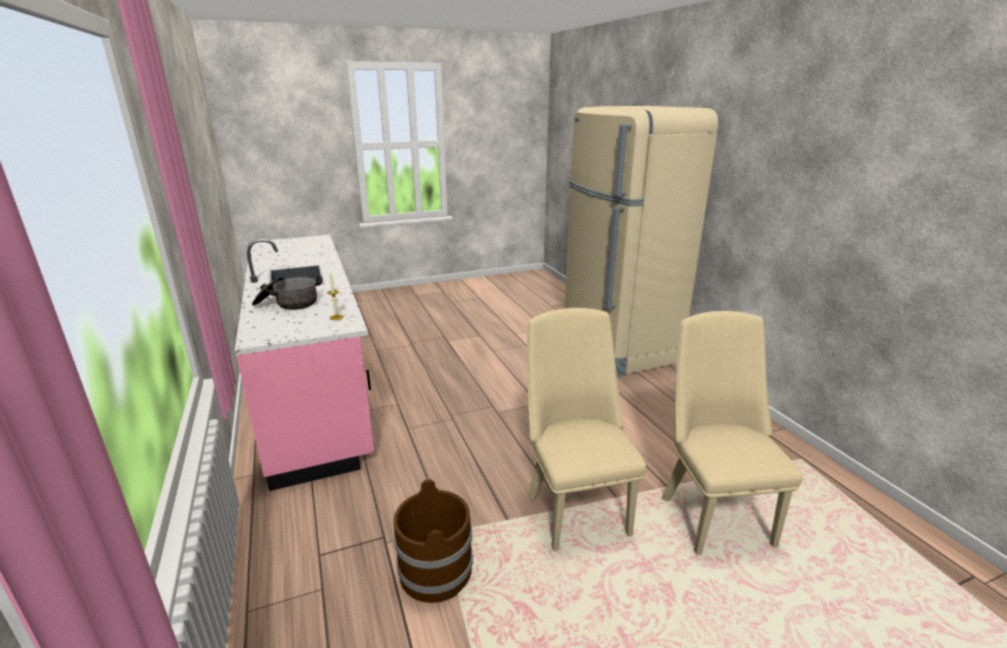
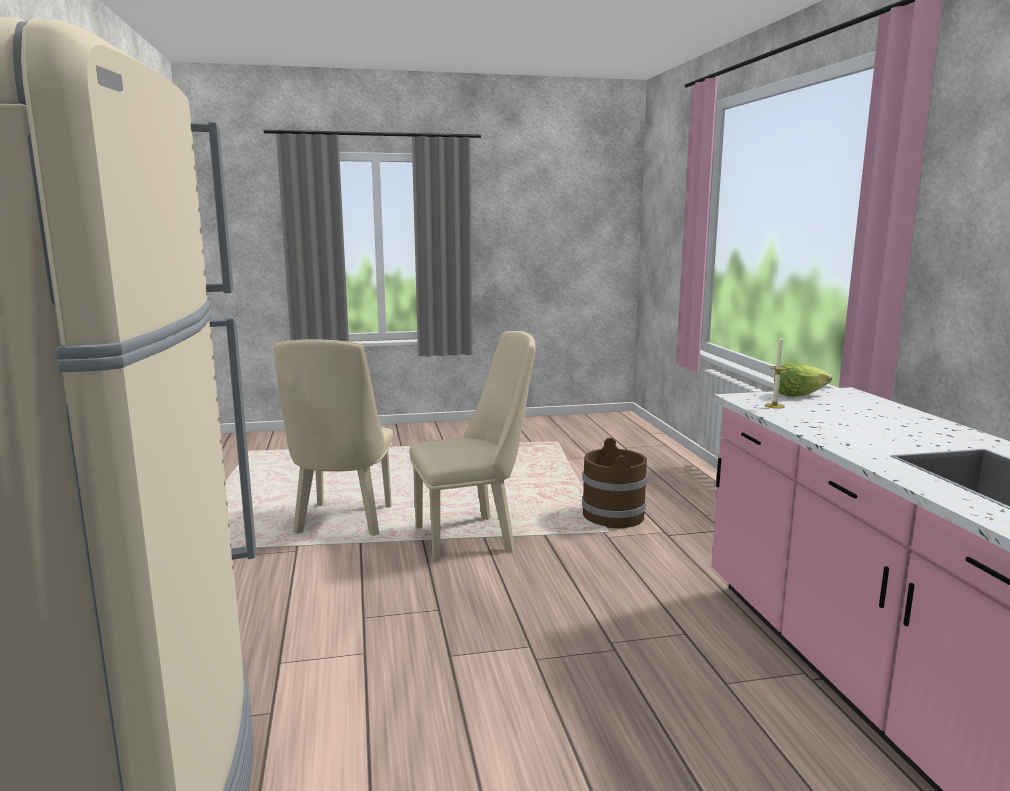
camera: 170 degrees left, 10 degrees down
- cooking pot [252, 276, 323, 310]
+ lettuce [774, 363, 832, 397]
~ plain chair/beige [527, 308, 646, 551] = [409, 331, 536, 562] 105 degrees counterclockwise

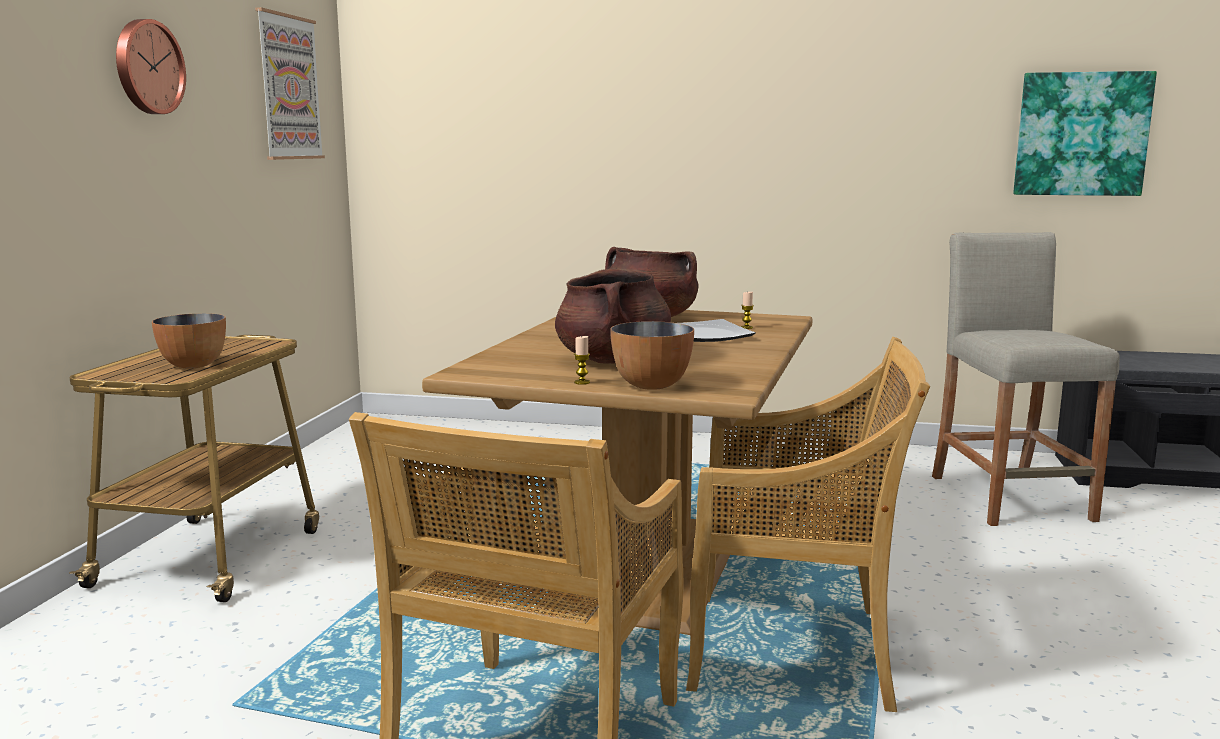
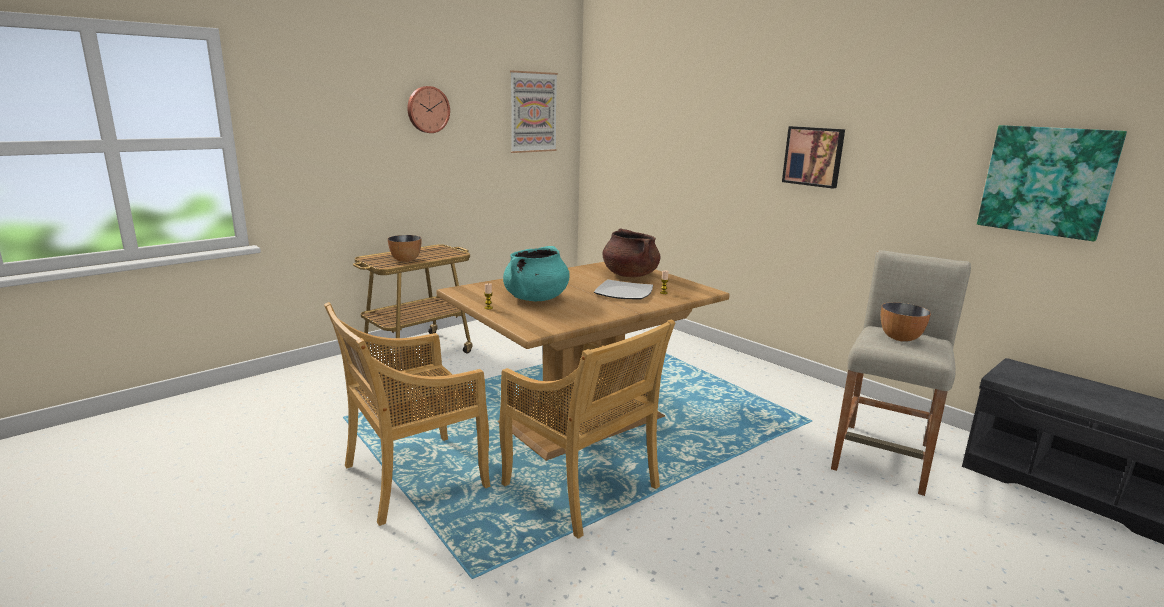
camera: 35 degrees right, 5 degrees up
+ wall art [782, 126, 845, 189]
~ deep dish [610, 321, 694, 390] to [881, 302, 931, 342]
~ cooking pot/brownish [555, 269, 671, 363] to cooking pot/turquoise-coloured [503, 246, 570, 301]

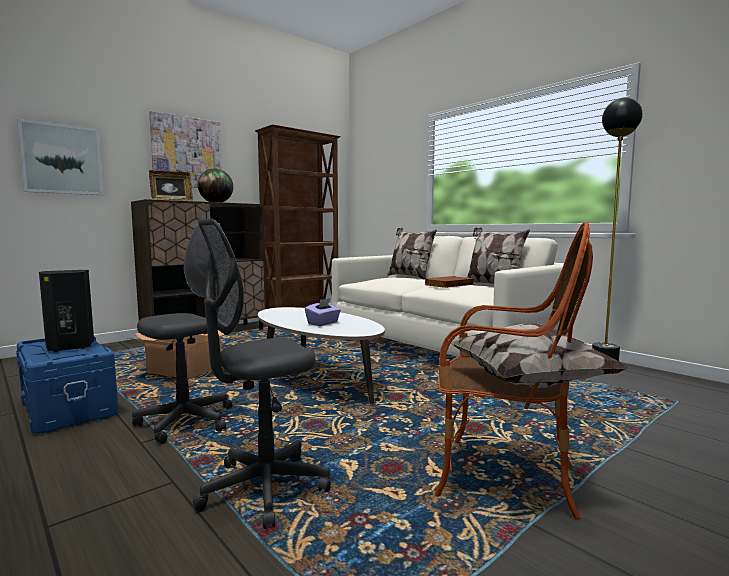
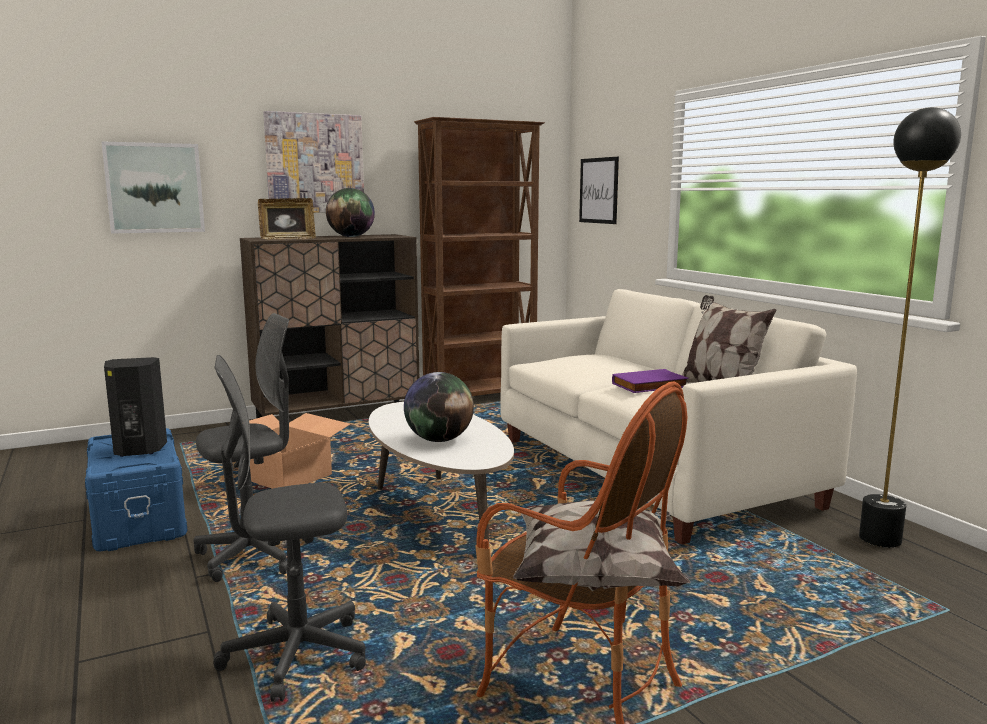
camera: 15 degrees right, 5 degrees up
- pillow [387, 228, 437, 280]
+ wall art [579, 157, 619, 224]
~ box of tissues/purple-coloured [305, 298, 341, 326] to desk globe [404, 372, 474, 442]
~ volume/brownish [425, 276, 475, 288] to volume/purple-coloured [612, 369, 689, 393]

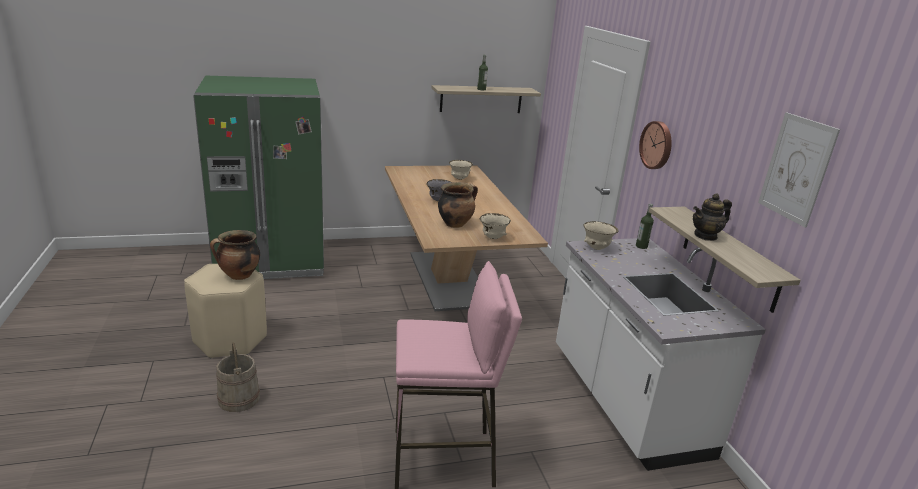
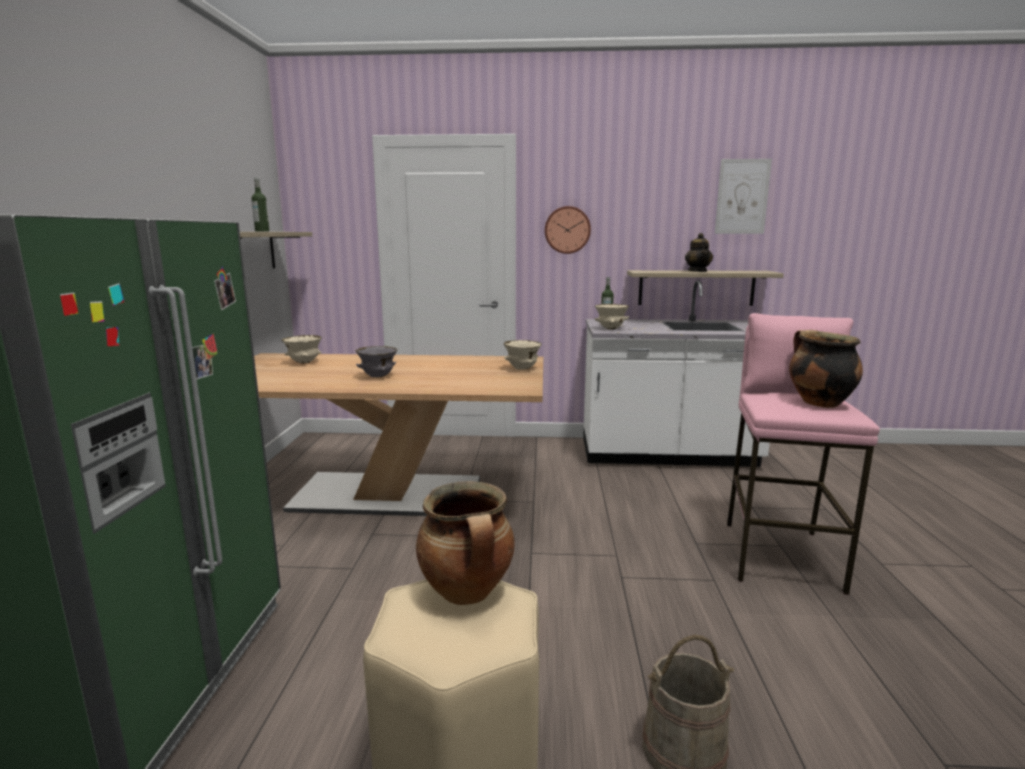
camera: 70 degrees left, 10 degrees down
~ cooking pot [438, 182, 478, 228] to [789, 330, 863, 408]

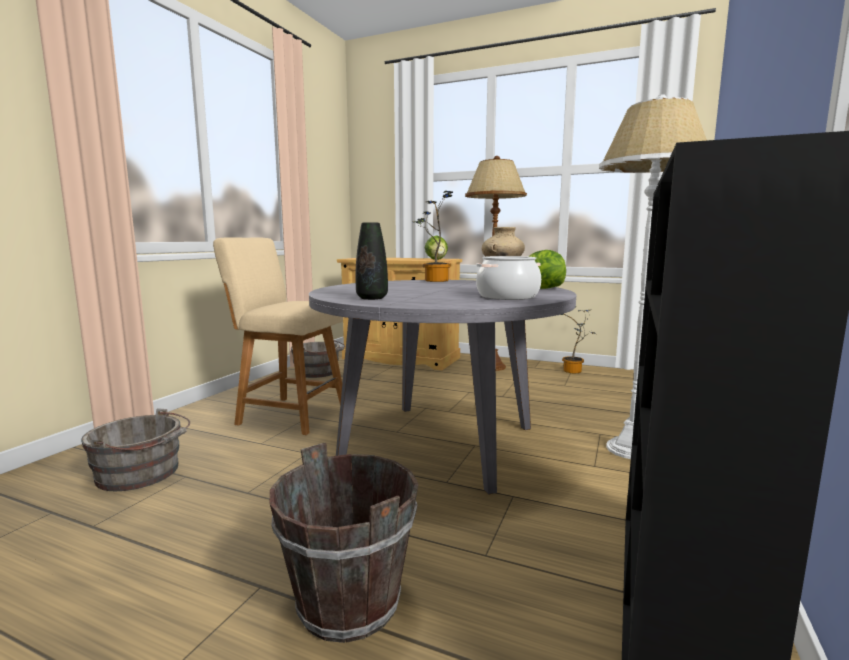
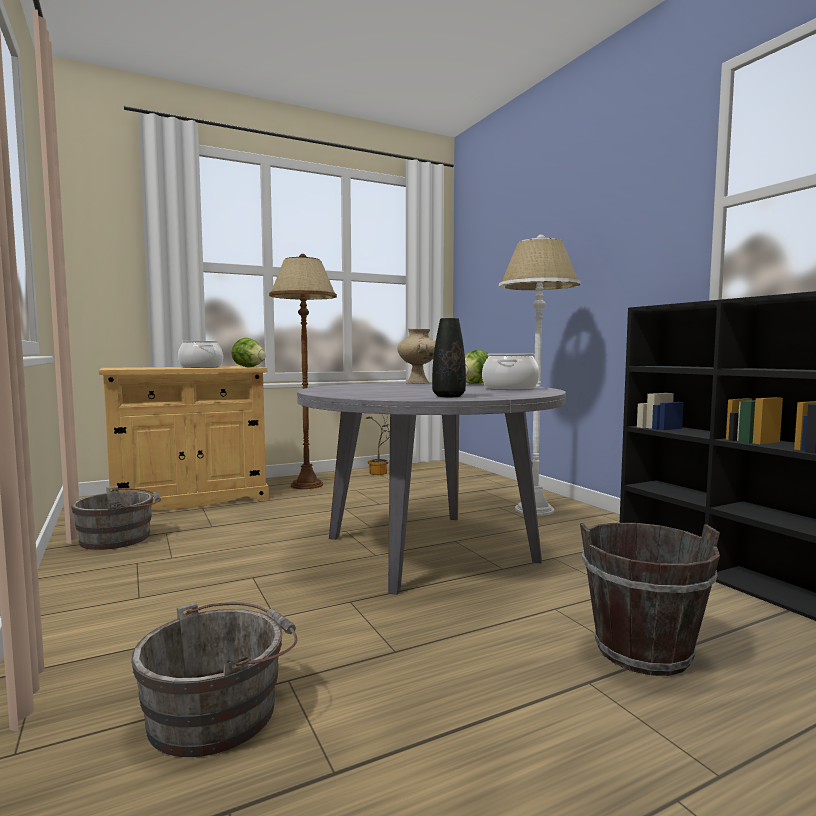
camera: 50 degrees left, 5 degrees down
- plain chair/beige [213, 237, 343, 435]
- potted plant [413, 191, 453, 282]
+ cooking pot [178, 341, 223, 368]

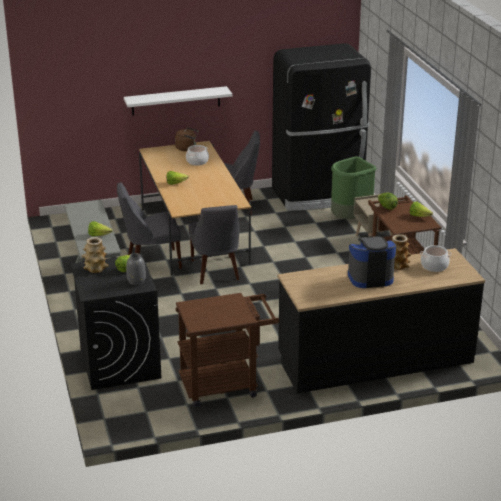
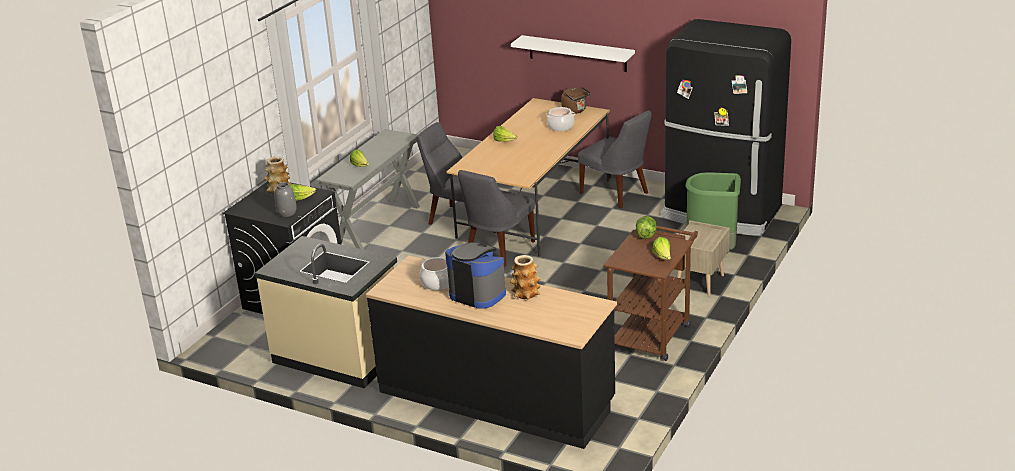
camera: 45 degrees right, 0 degrees up
~ cooking pot [420, 245, 451, 272] to [419, 257, 449, 290]
~ cart/brownish [175, 293, 280, 407] to kitchen base unit/beige [255, 236, 397, 389]

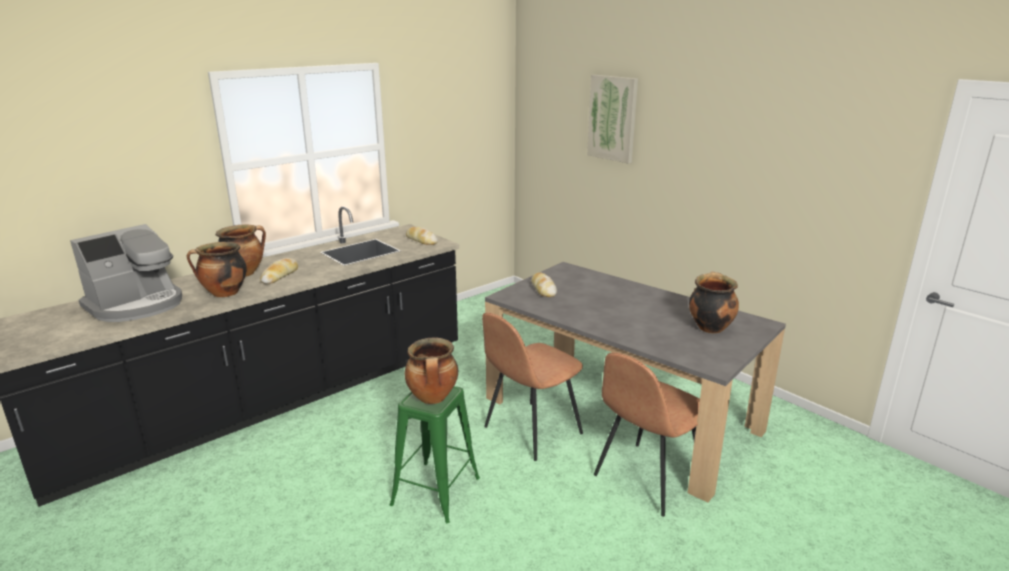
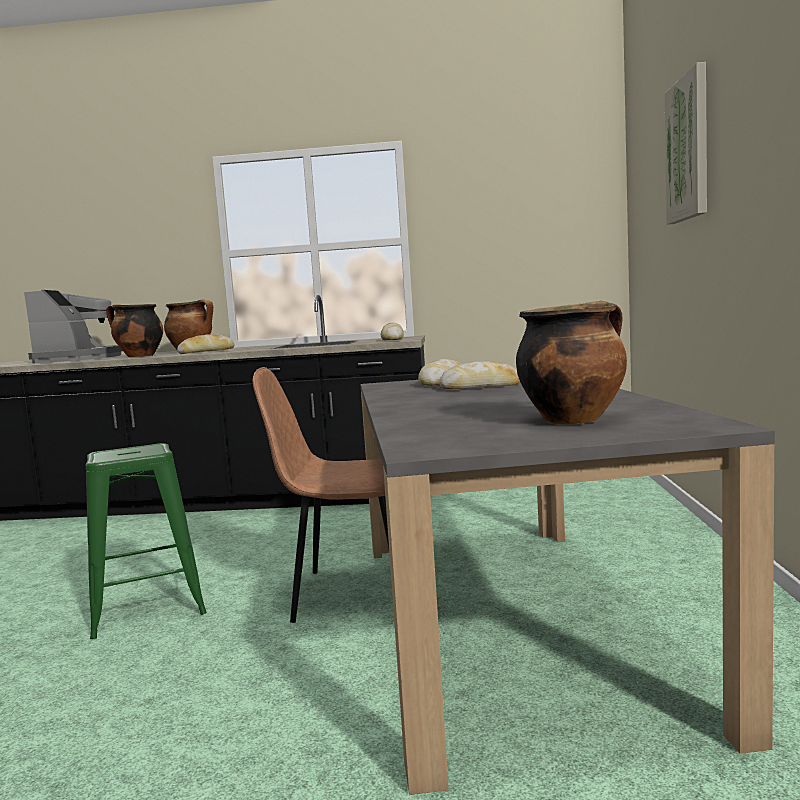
camera: 45 degrees right, 15 degrees down
- cooking pot [405, 338, 458, 404]
- plain chair/brownish [594, 352, 700, 517]
+ bread [439, 361, 520, 389]
~ coffee brewer [70, 224, 182, 322] = [24, 290, 122, 363] 90 degrees counterclockwise

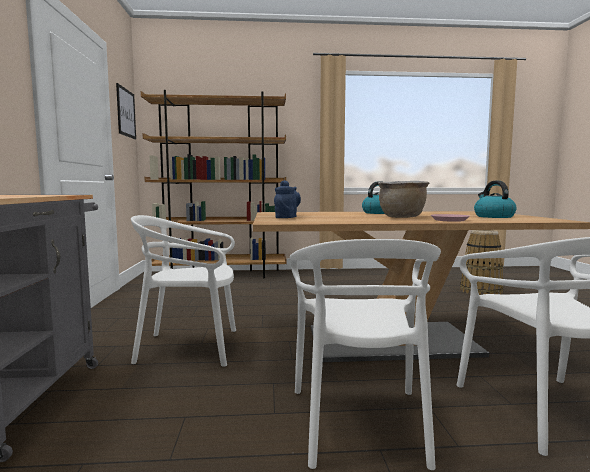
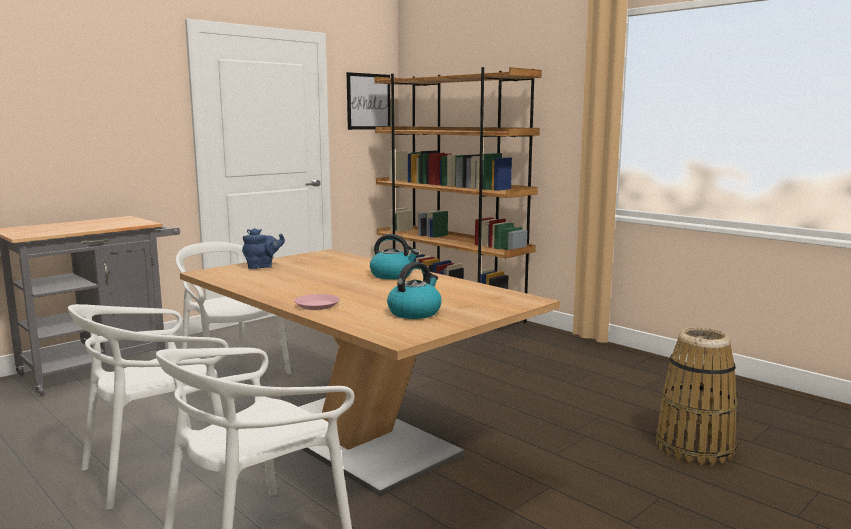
camera: 50 degrees right, 5 degrees up
- cooking pot/brownish [378, 181, 429, 218]

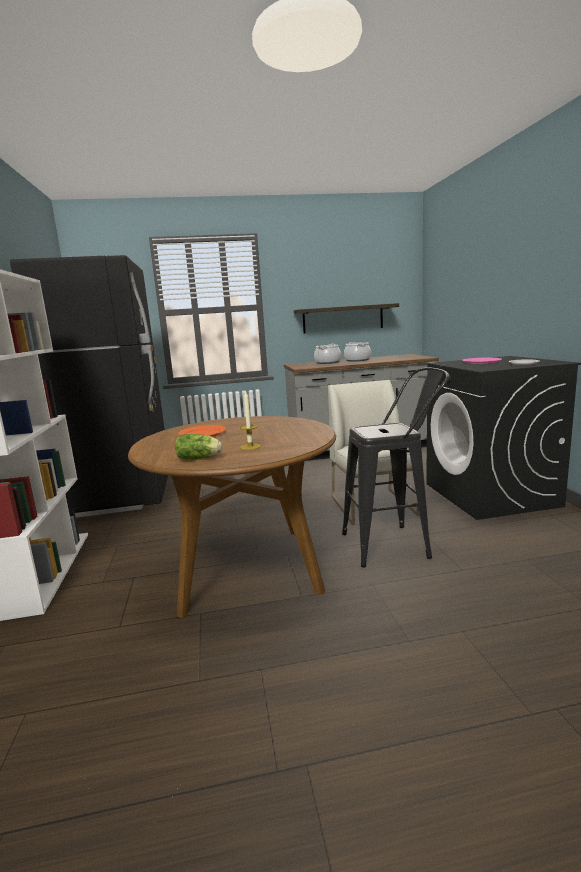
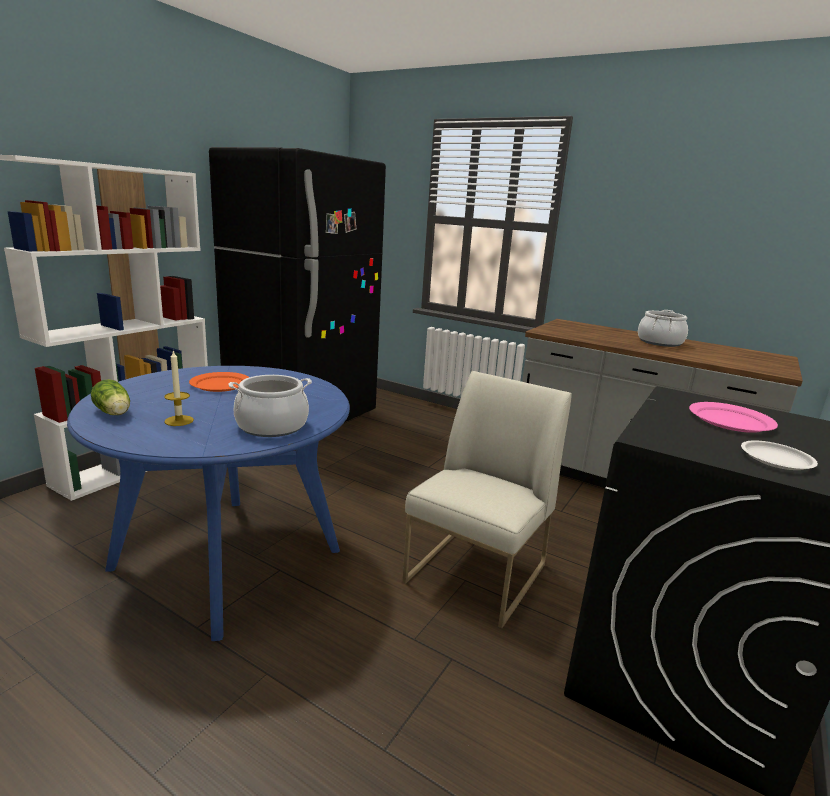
camera: 40 degrees right, 5 degrees up
- bracket shelf [294, 303, 399, 334]
- stool seat/blackish [342, 368, 449, 568]
~ cooking pot [314, 344, 341, 364] to [228, 375, 312, 437]
~ dinner table/brownish [128, 416, 336, 618] to dinner table/blue-coloured [67, 366, 350, 641]

